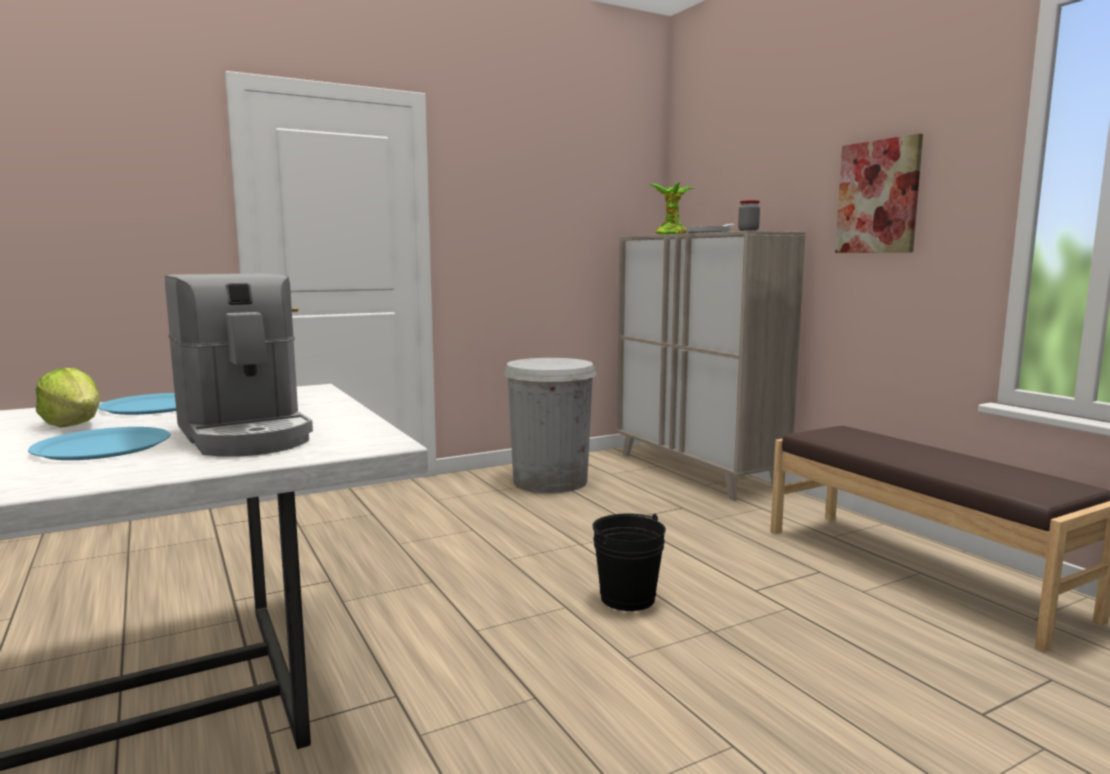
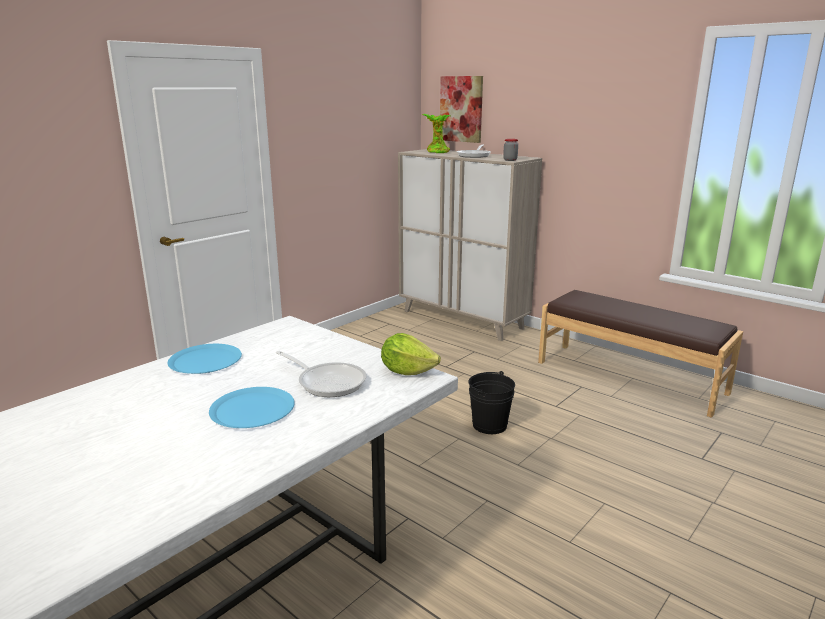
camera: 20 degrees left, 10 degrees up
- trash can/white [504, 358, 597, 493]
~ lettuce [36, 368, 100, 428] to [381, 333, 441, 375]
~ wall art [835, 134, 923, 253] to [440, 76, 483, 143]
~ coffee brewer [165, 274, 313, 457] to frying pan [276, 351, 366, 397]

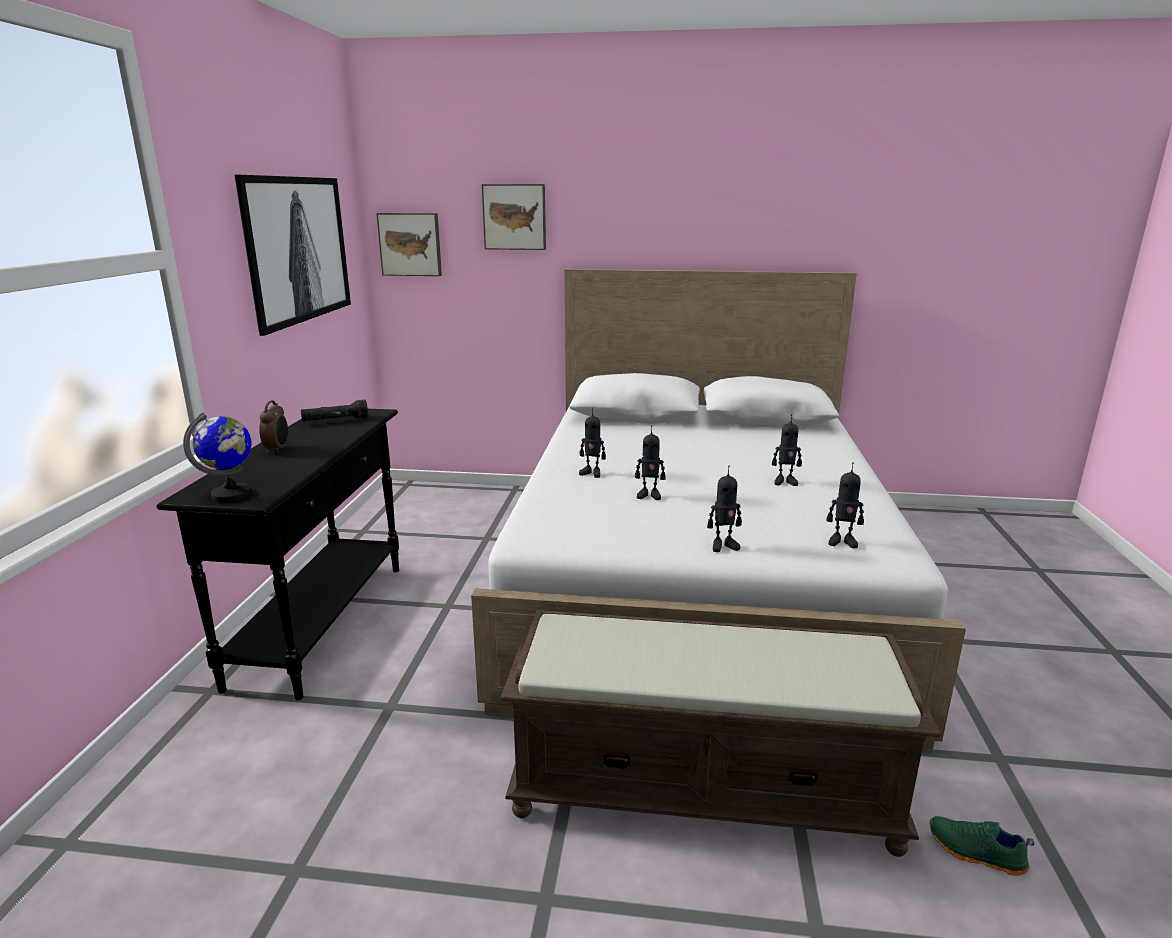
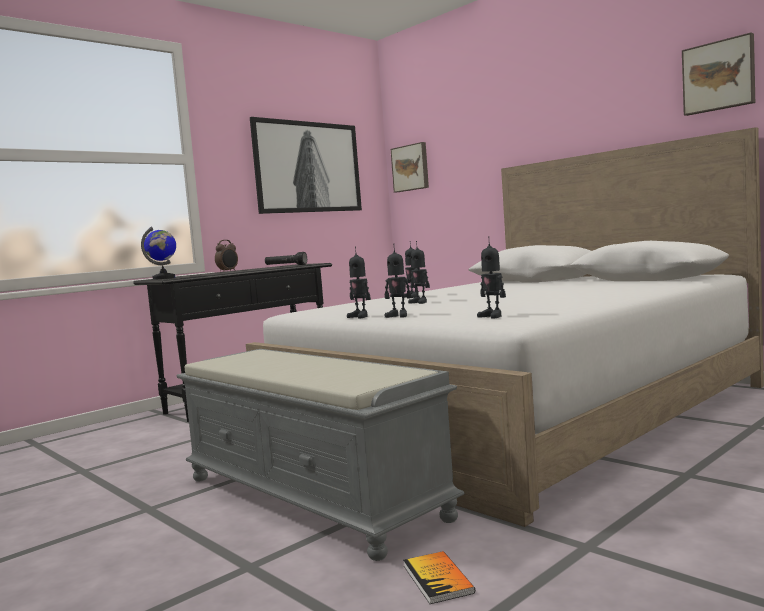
camera: 40 degrees right, 15 degrees down
~ wall art [482, 184, 546, 250] to [682, 33, 755, 116]
~ toy robot [772, 414, 802, 486] to [347, 246, 371, 318]
~ shoe/greenish [930, 816, 1034, 876] to volume [403, 551, 475, 604]
~ bench/brownish [500, 610, 941, 857] to bench/grey [176, 349, 464, 561]

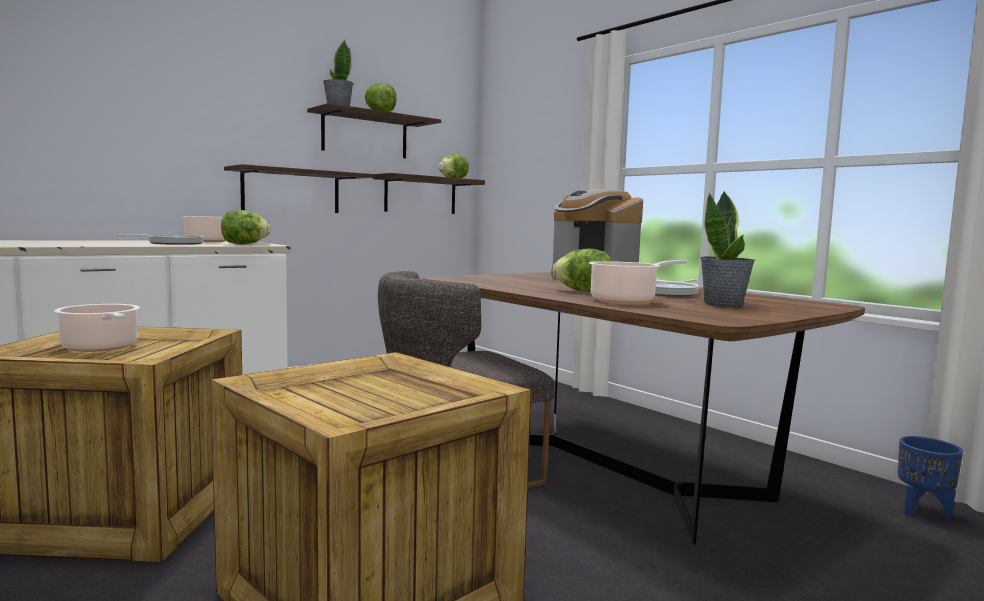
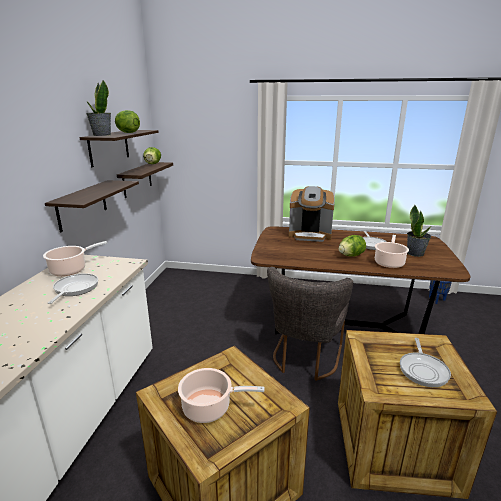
camera: 40 degrees left, 15 degrees up
- lettuce [221, 210, 271, 244]
+ frying pan [400, 338, 451, 387]

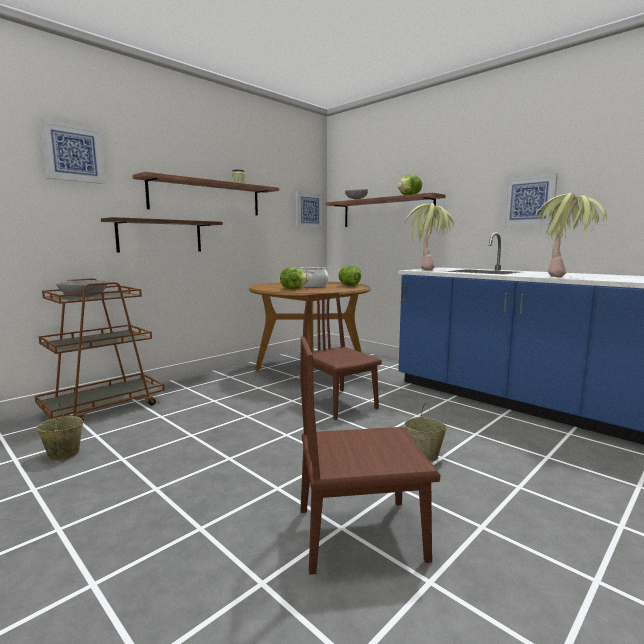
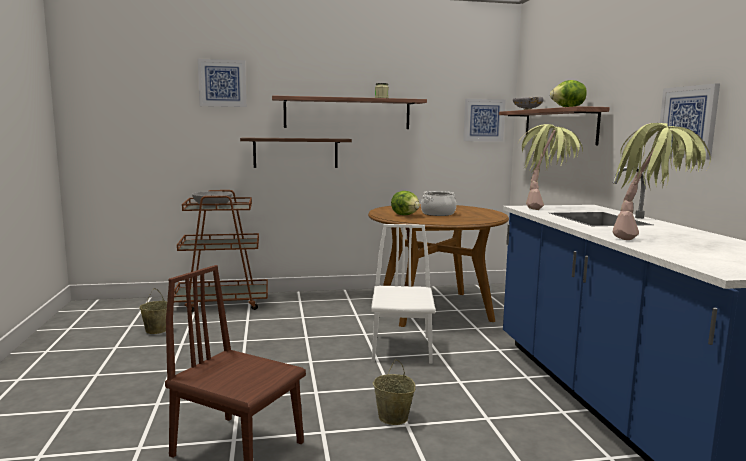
camera: 35 degrees right, 0 degrees up
- lettuce [338, 265, 361, 286]
~ plain chair/brownish [301, 292, 382, 420] to plain chair/white [371, 224, 436, 364]

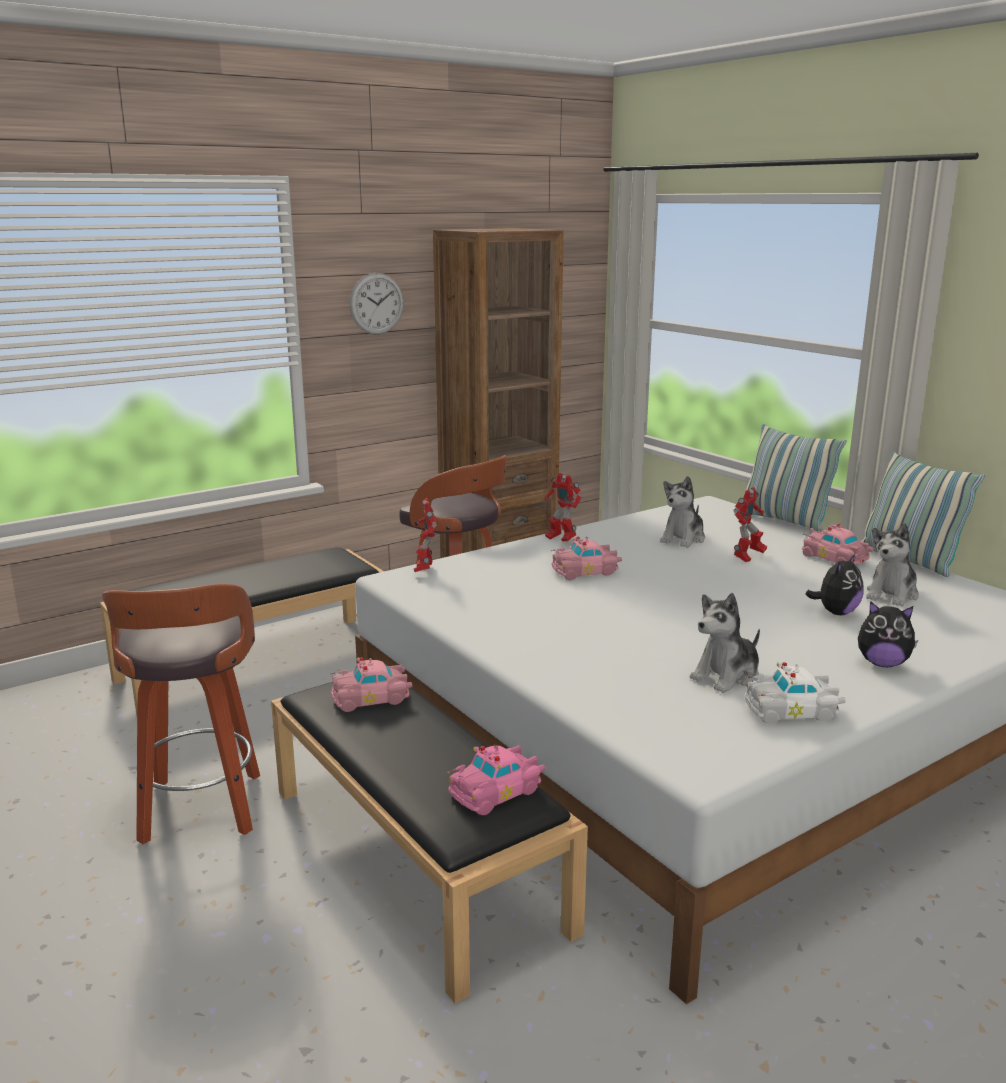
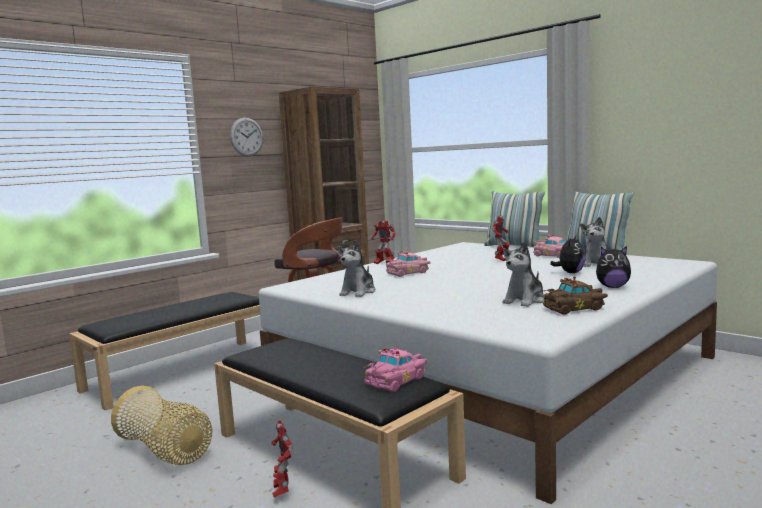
camera: 10 degrees left, 10 degrees down
- model car/pinkish [330, 657, 412, 712]
~ toy robot [414, 498, 437, 572] to [271, 420, 293, 498]
~ soft toy [660, 476, 705, 548] to [337, 240, 375, 297]
~ stool seat [102, 584, 260, 844] to household basket [111, 385, 212, 465]
~ model car/white [744, 662, 846, 724] to model car/brownish [542, 276, 608, 315]

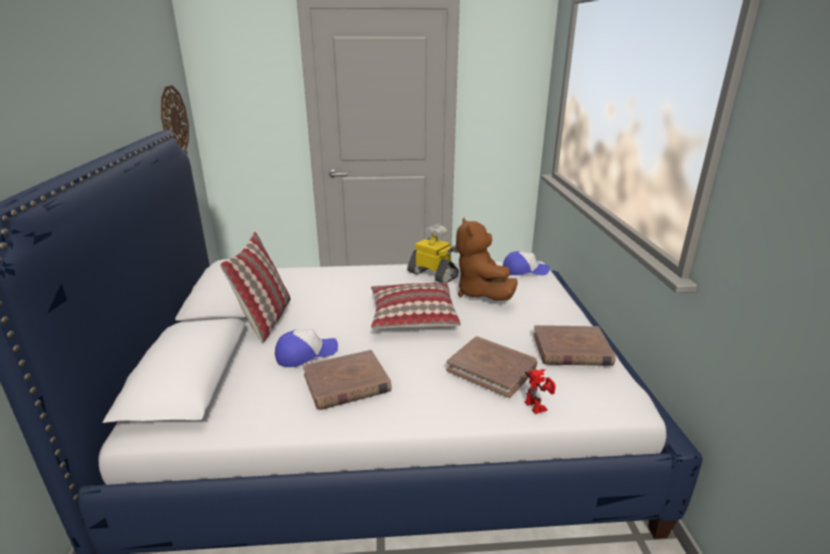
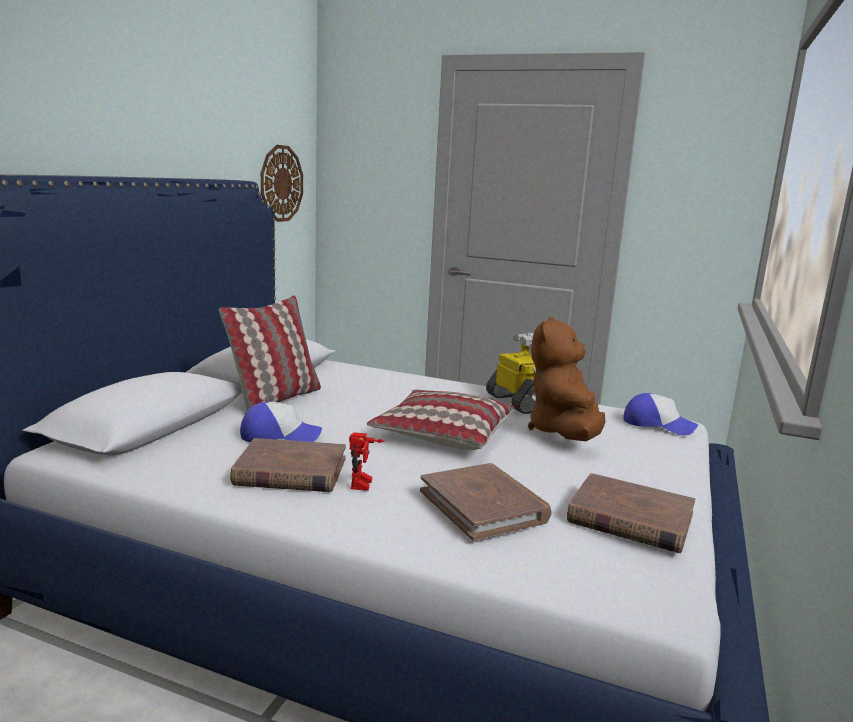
camera: 25 degrees right, 10 degrees down
~ toy robot [525, 369, 556, 414] to [349, 432, 385, 491]

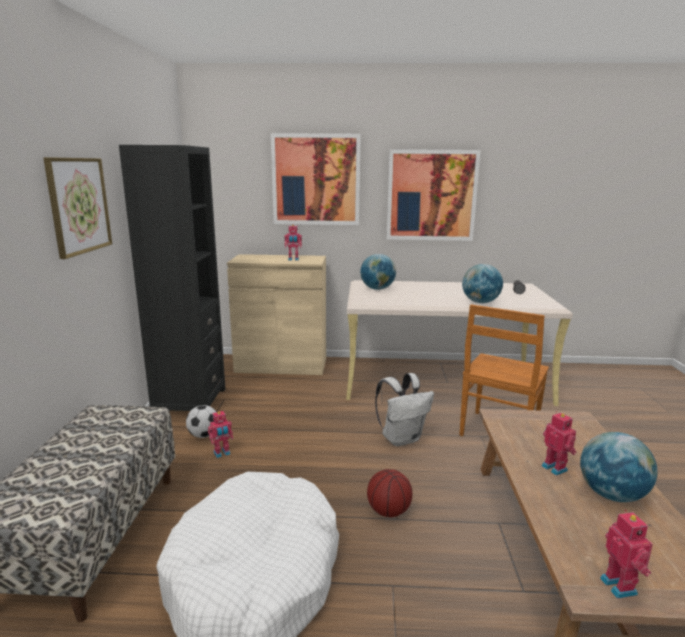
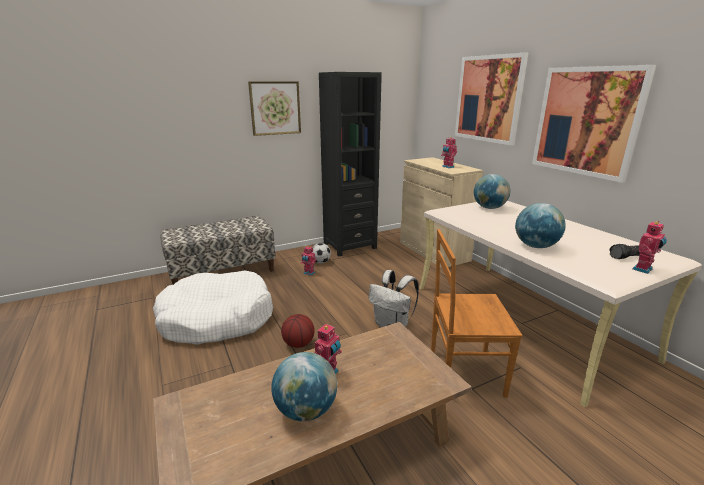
camera: 60 degrees right, 5 degrees up
~ toy robot [600, 509, 653, 599] to [632, 221, 667, 274]

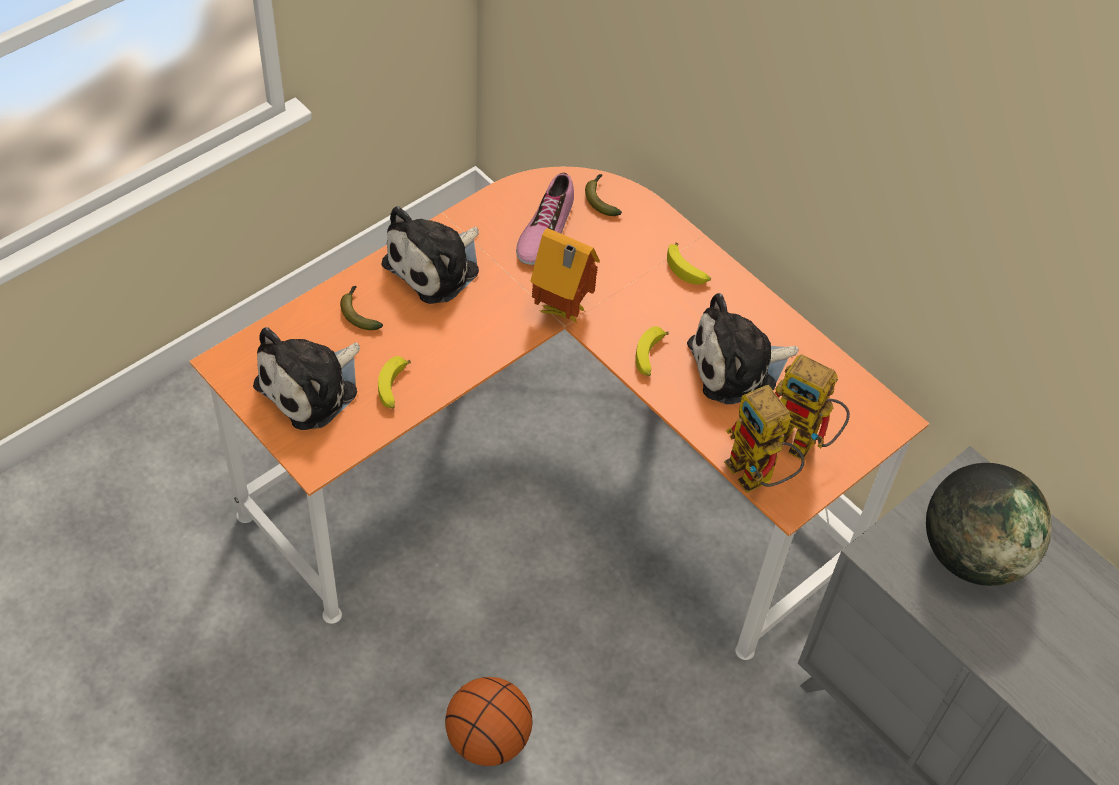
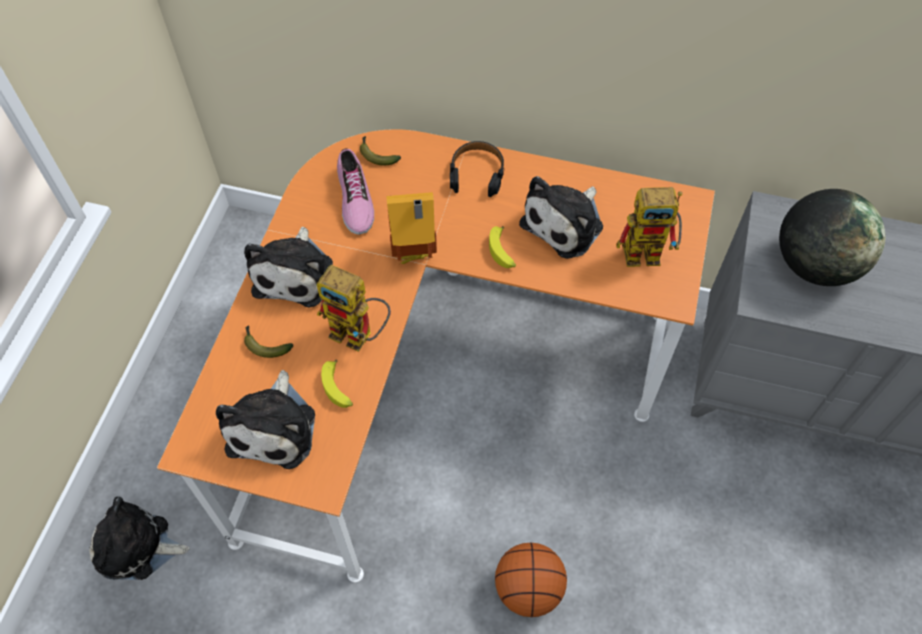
camera: 30 degrees left, 5 degrees up
+ soft toy [89, 496, 190, 580]
~ toy robot [724, 385, 805, 493] to [317, 265, 391, 352]
~ banana [667, 243, 711, 284] to headset/blackish [450, 141, 505, 197]

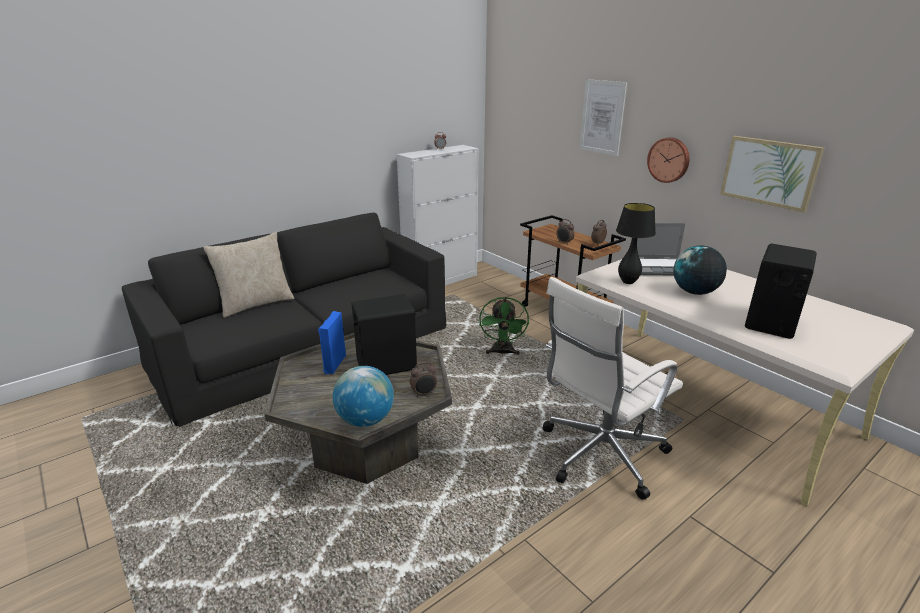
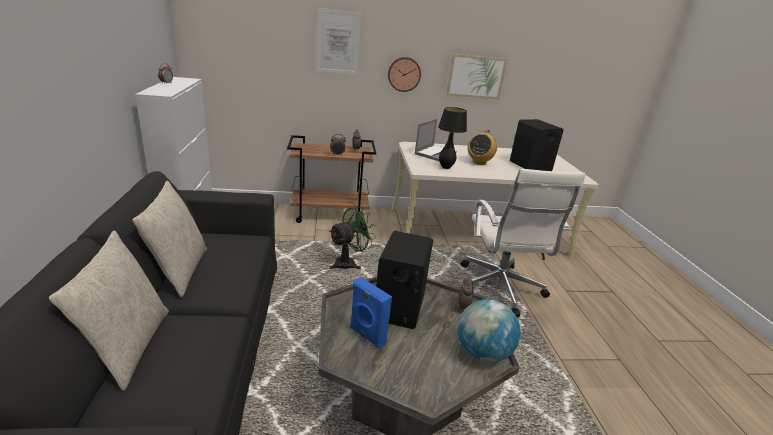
camera: 60 degrees left, 0 degrees up
+ pillow/beige [132, 181, 207, 297]
~ desk globe [673, 246, 727, 295] to radio [468, 130, 497, 165]
~ cooling fan/greenish [479, 297, 529, 355] = [329, 207, 376, 270] 75 degrees counterclockwise

